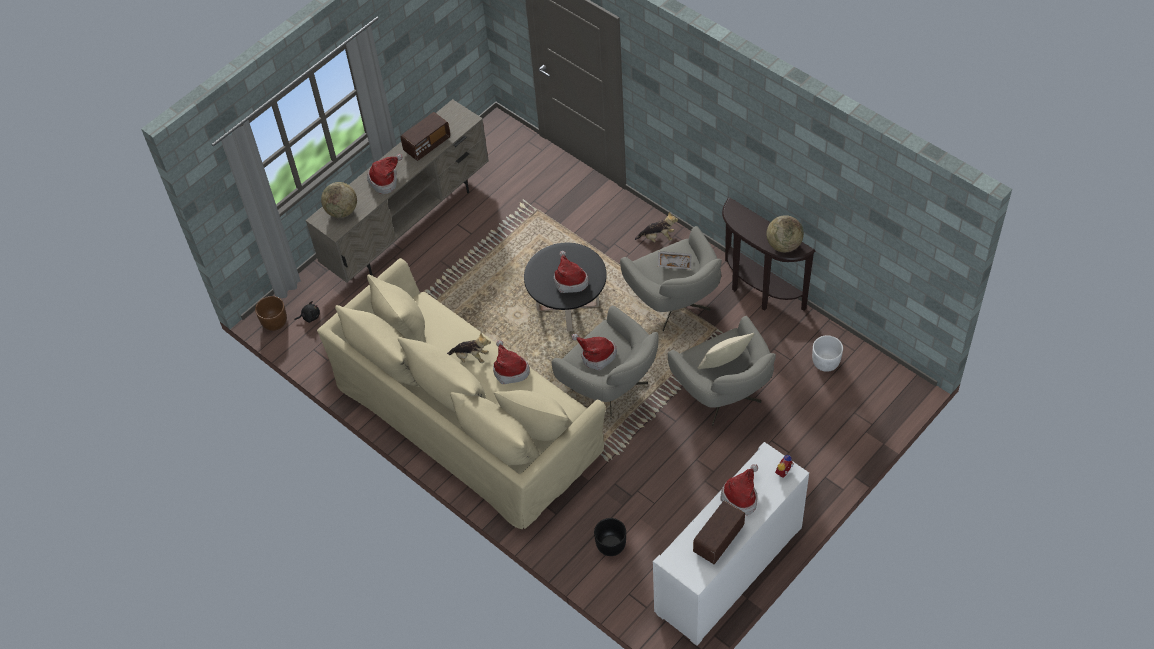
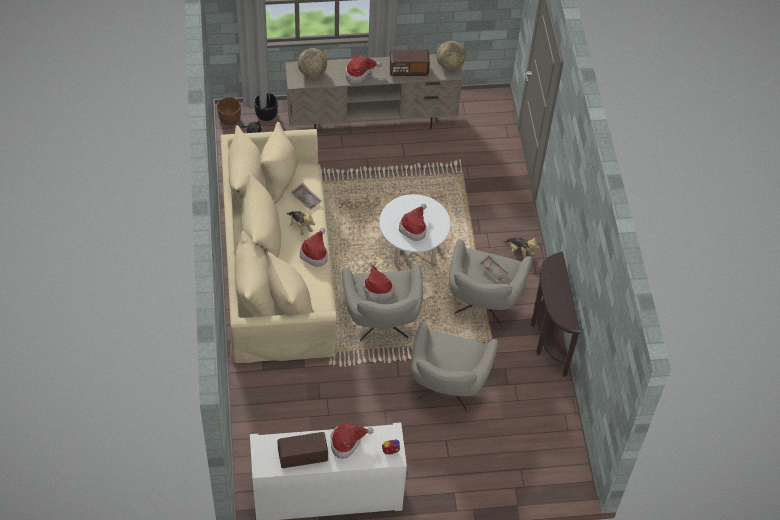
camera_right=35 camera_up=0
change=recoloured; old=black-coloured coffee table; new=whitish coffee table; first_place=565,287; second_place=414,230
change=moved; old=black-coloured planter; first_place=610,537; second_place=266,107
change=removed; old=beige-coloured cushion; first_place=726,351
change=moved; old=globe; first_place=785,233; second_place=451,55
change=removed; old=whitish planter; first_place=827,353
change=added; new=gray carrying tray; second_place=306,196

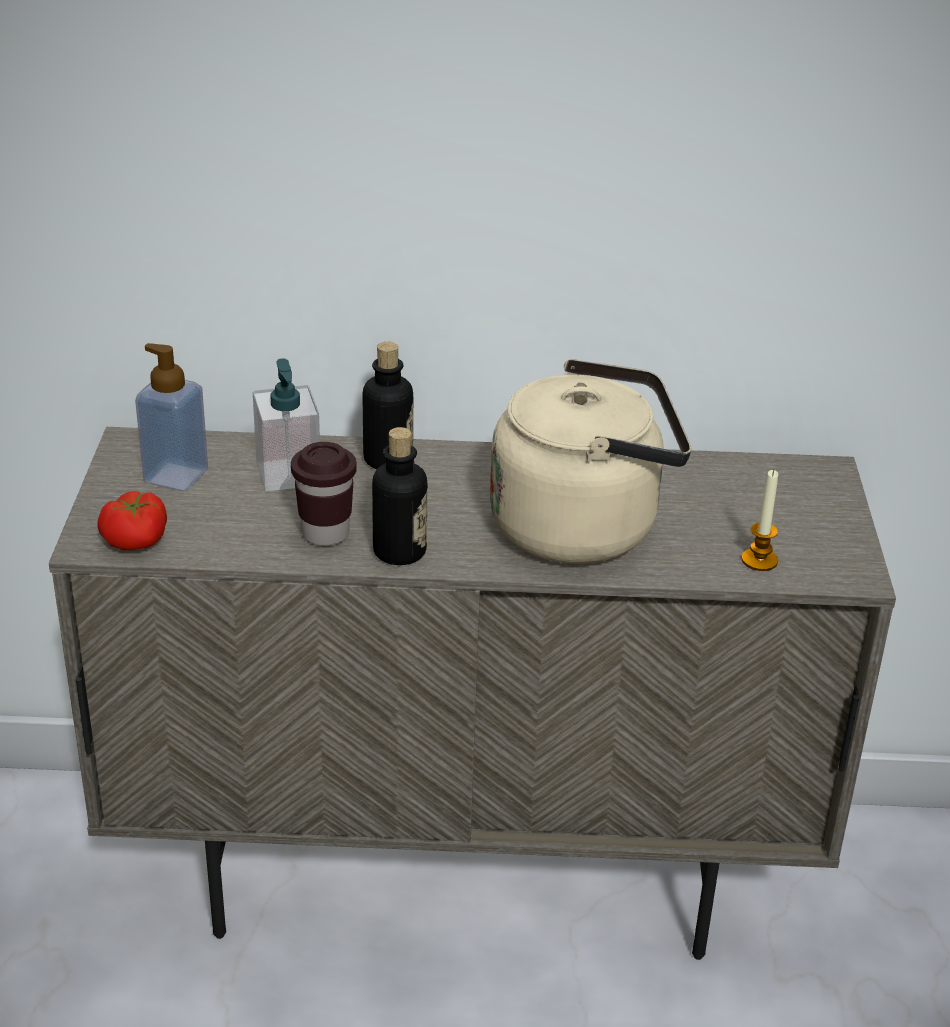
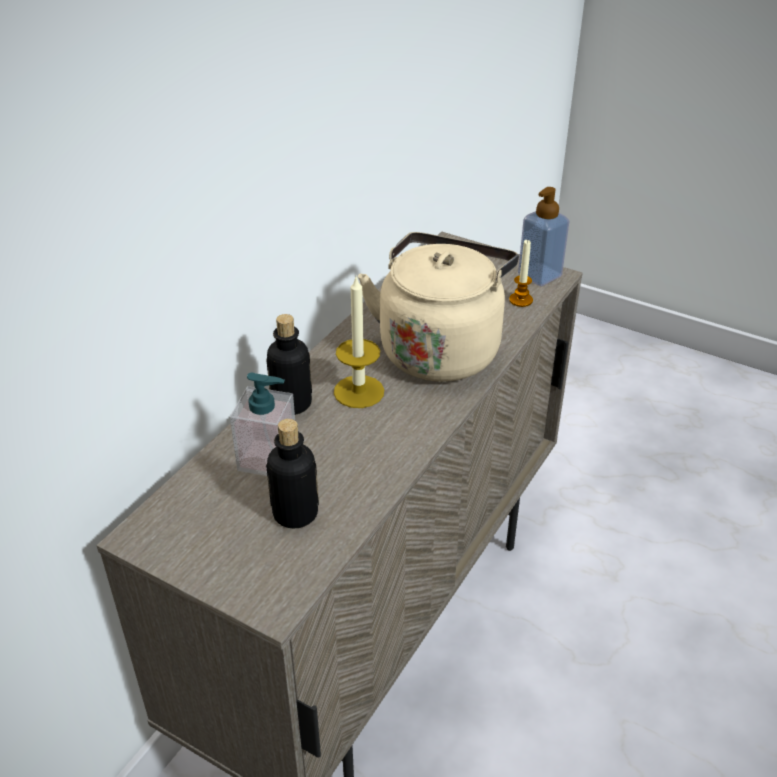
camera_right=-60 camera_up=5
change=removed; old=tomato; first_place=132,520
change=moved; old=liquid soap bottle; first_place=171,417; second_place=543,236
change=removed; old=brownish small cup; first_place=324,494
change=moved; old=bottle; first_place=400,496; second_place=292,474
change=added; new=wax light; second_place=359,342

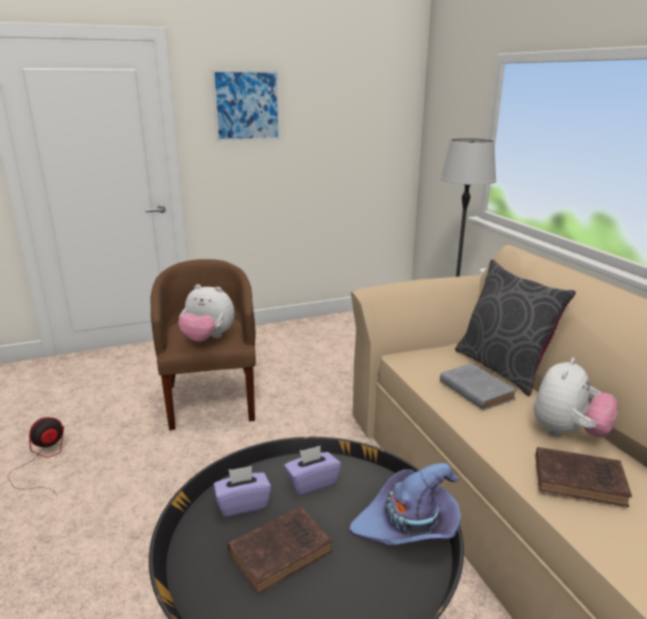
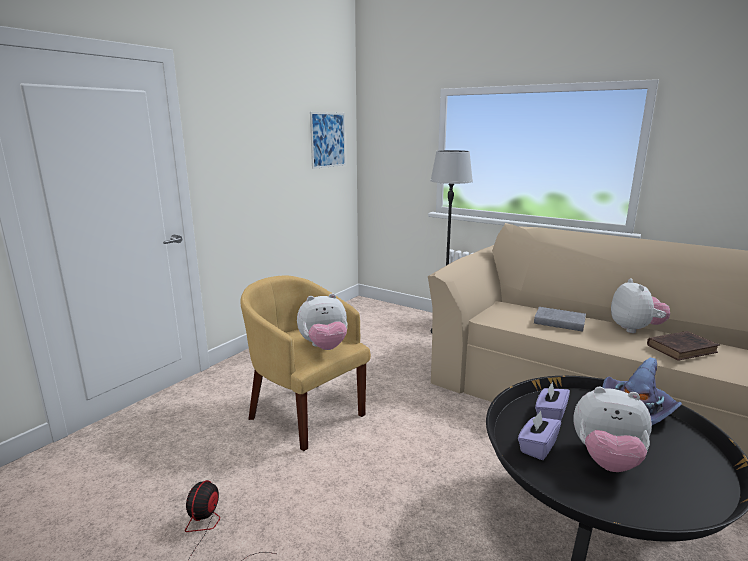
camera_right=-35 camera_up=-5
change=recoloured; old=brownish lounge chair; new=yellow-coloured lounge chair; first_place=203,344; second_place=305,363
change=moved; old=wall art; first_place=246,105; second_place=328,140
change=replaced; old=brownish bound book; new=plush toy; first_place=280,550; second_place=612,429
change=removed; old=gray cushion; first_place=515,328

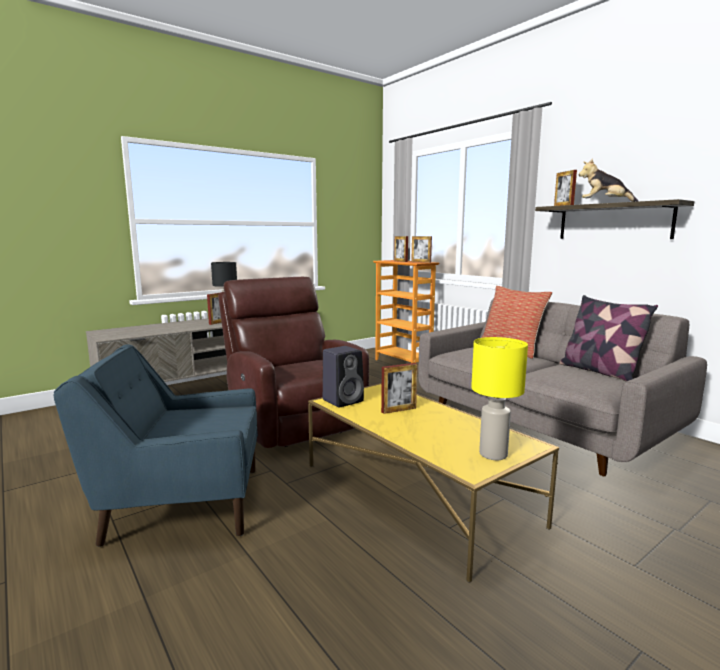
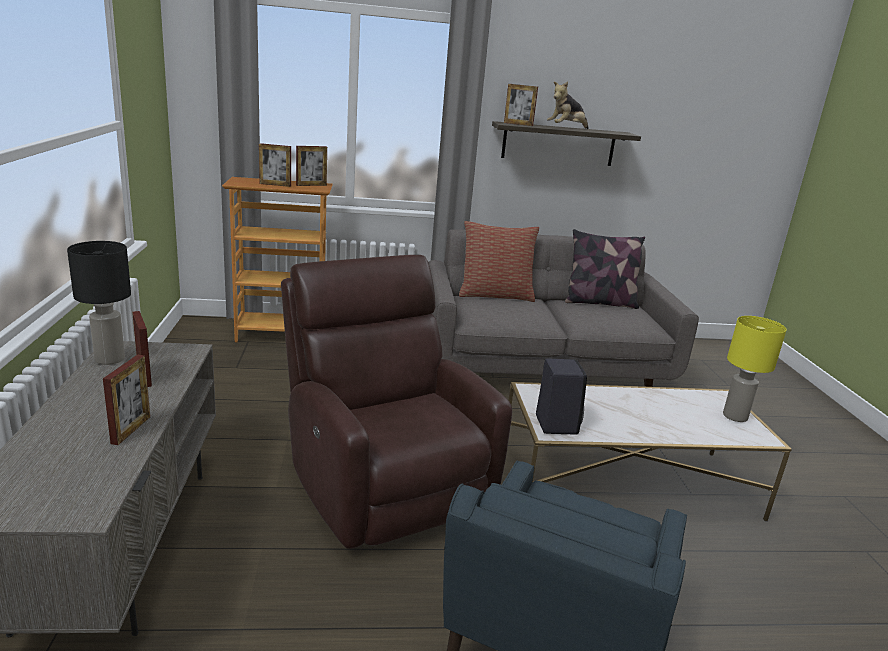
camera_right=-60 camera_up=10
change=turned; old=brownish lounge chair; first_place=293,362; second_place=396,402; degrees=60
change=recoloured; old=yellow-coloured coffee table; new=whitish coffee table; first_place=433,483; second_place=650,451
change=moved; old=photo frame; first_place=399,388; second_place=126,400

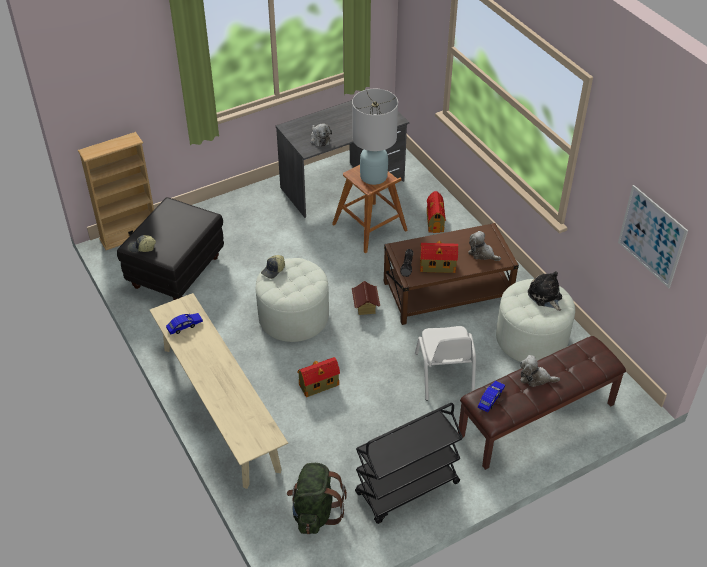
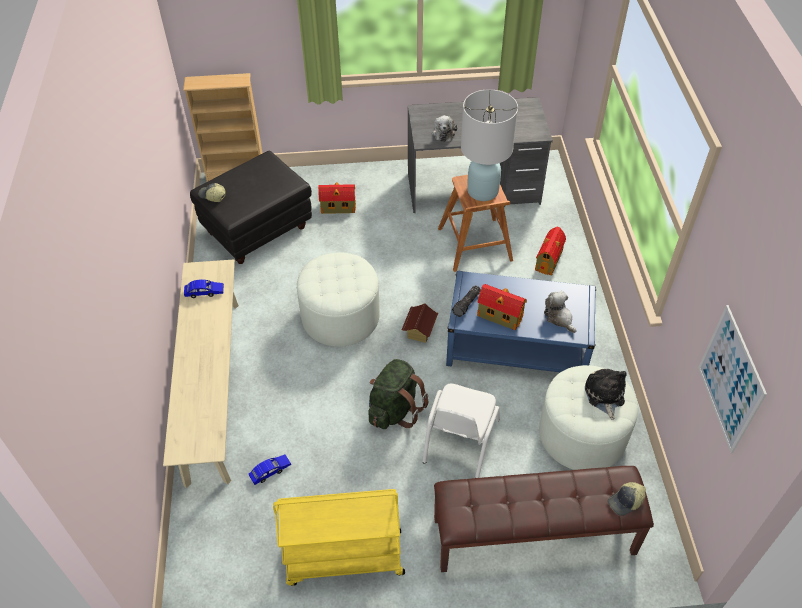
camera_right=25 camera_up=5
change=moved; old=cap; first_place=273,267; second_place=626,499
change=moved; old=greenish backpack; first_place=317,498; second_place=398,394
change=moved; old=toy house; first_place=318,377; second_place=337,198
change=recoloured; old=black-coloured cart; new=yellow-coloured cart; first_place=409,463; second_place=339,537
change=recoloured; old=brownish coffee table; new=blue coffee table; first_place=451,274; second_place=521,321
change=moved; old=blue miniature car; first_place=491,396; second_place=270,469
change=removed; old=plush toy; first_place=540,371

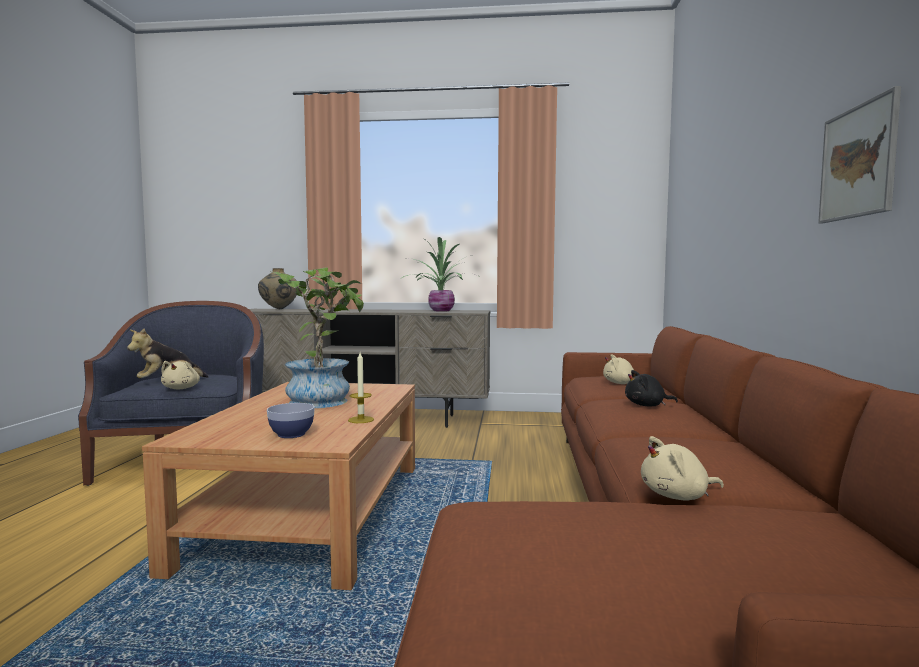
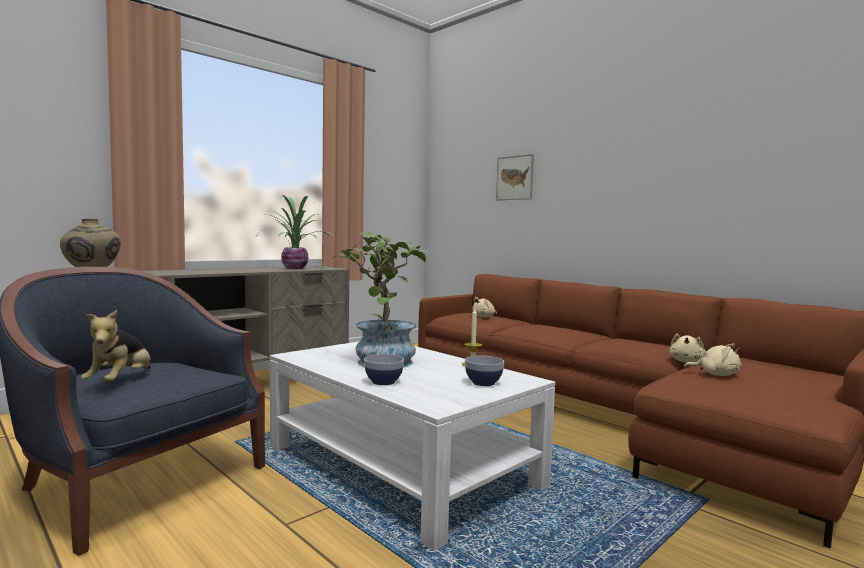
camera_right=-50 camera_up=0
change=recoloured; old=brownish coffee table; new=whitish coffee table; first_place=278,486; second_place=412,446
change=moved; old=beige-coloured plush toy; first_place=180,375; second_place=712,360
change=removed; old=black-coloured plush toy; first_place=651,388
change=moved; old=wall art; first_place=859,154; second_place=515,177
change=added; new=serving bowl; second_place=384,369

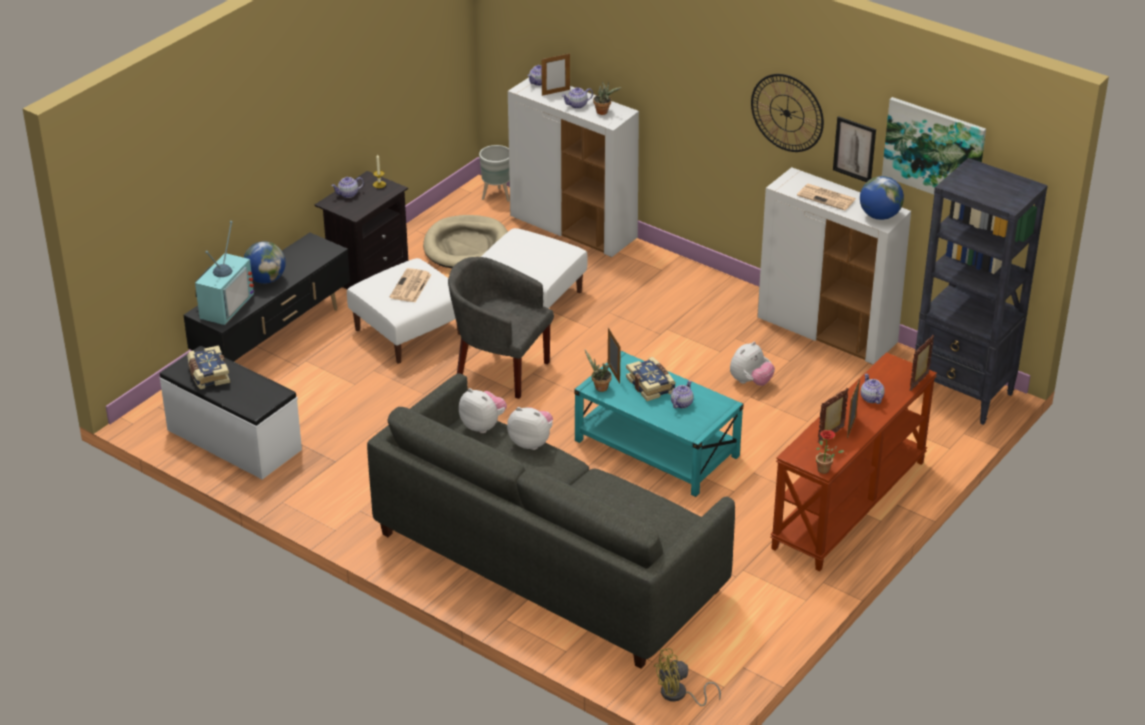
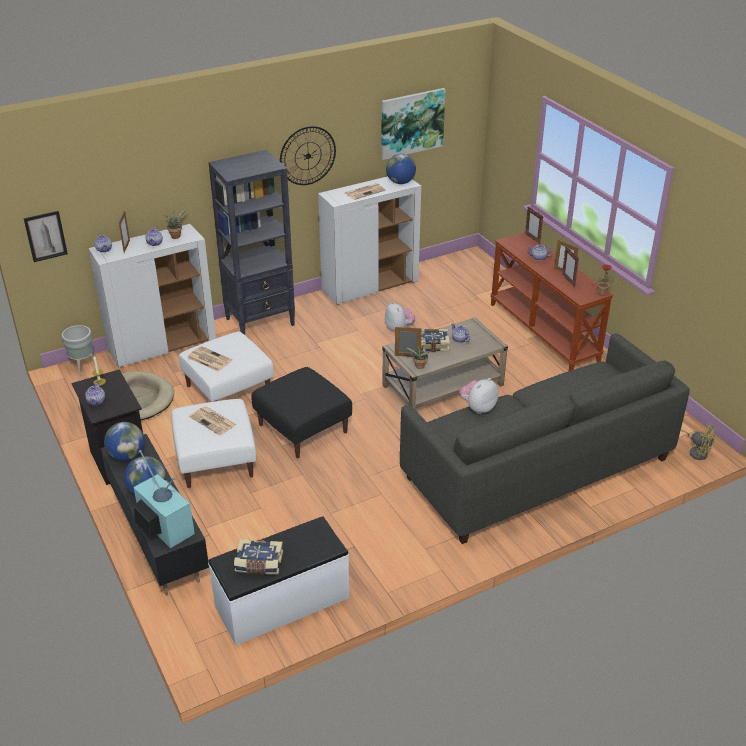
camera_right=-65 camera_up=0
change=replaced; old=gray lounge chair; new=black-coloured pouffe; first_place=501,328; second_place=301,412
change=removed; old=plush toy; first_place=483,410
change=recoloured; old=turquoise coffee table; new=beige-coloured coffee table; first_place=659,424; second_place=445,363
change=turned; old=yellow-coloured electric fan; first_place=687,677; second_place=698,442; degrees=-60
change=moved; old=wall art; first_place=854,149; second_place=46,236
change=moved; old=black-coloured bookshelf; first_place=981,291; second_place=251,242
change=added; new=globe; second_place=124,441
change=added; new=daily paper; second_place=209,358

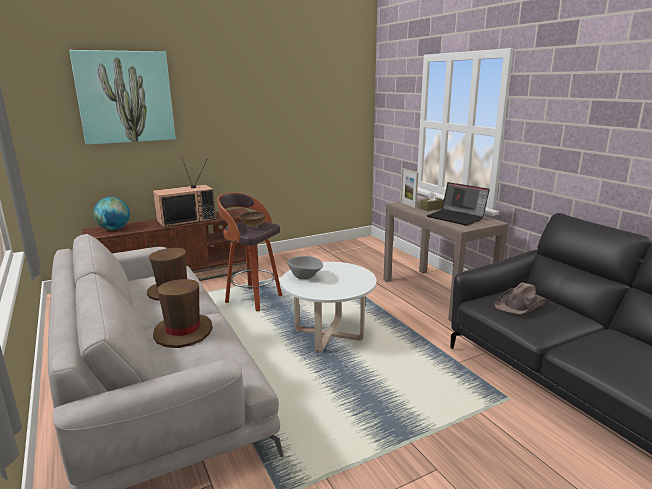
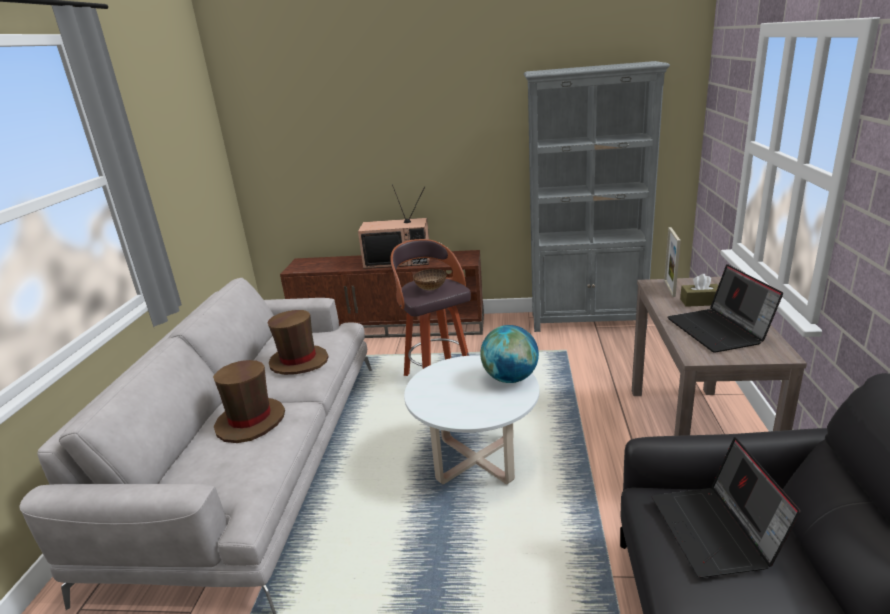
camera_right=35 camera_up=5
change=removed; old=wall art; first_place=122,97
change=moved; old=globe; first_place=111,213; second_place=509,354
change=removed; old=gray serving bowl; first_place=305,267
change=replaced; old=brownish hat; new=portable computer; first_place=521,298; second_place=726,507
change=added; new=gray bookshelf; second_place=597,196

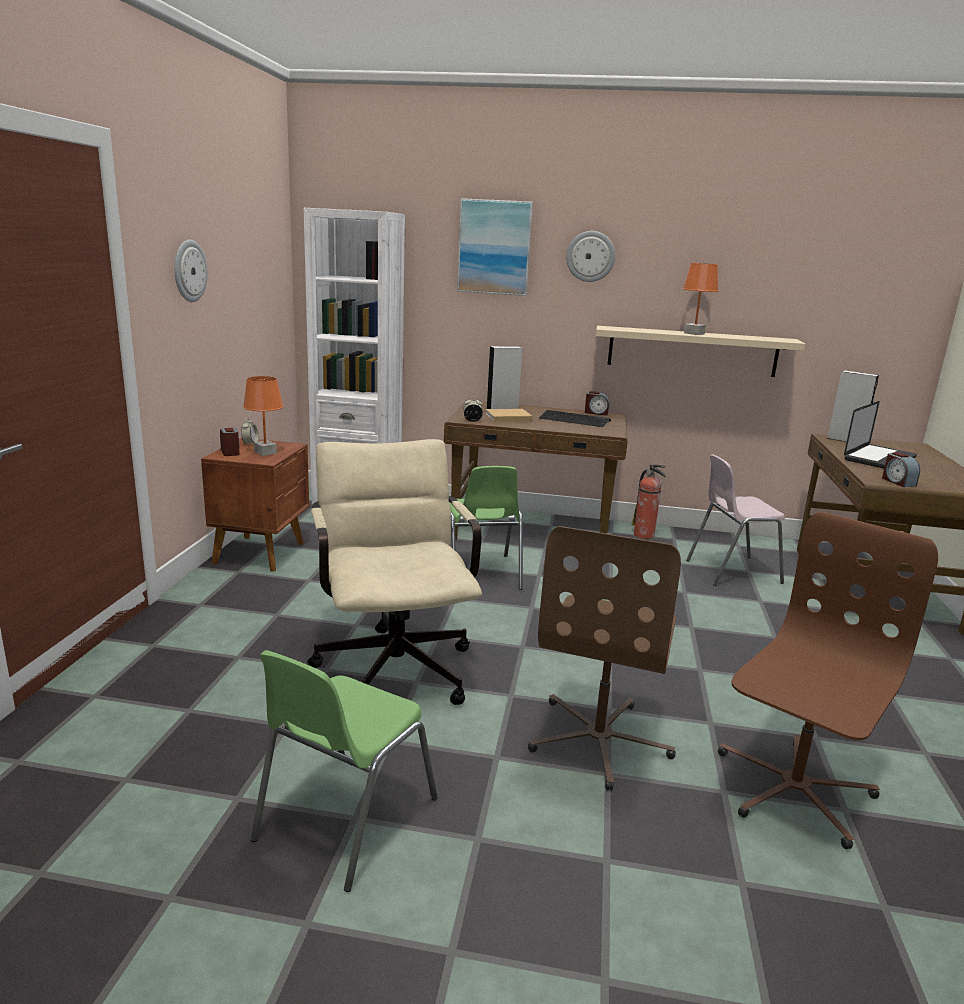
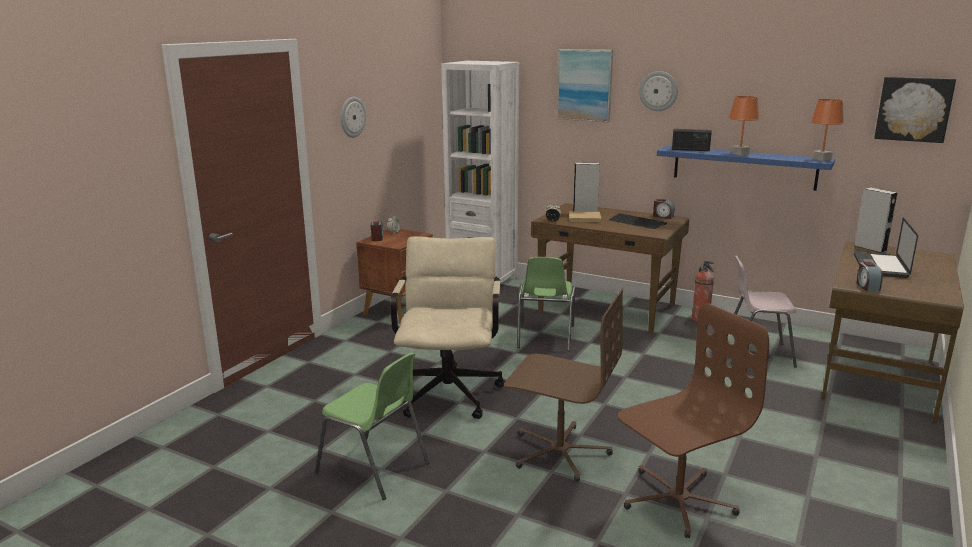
camera_right=20 camera_up=0
change=moved; old=orange table lamp; first_place=263,416; second_place=827,130
change=turned; old=greenish chair; first_place=344,771; second_place=372,426; degrees=-105
change=turned; old=brownish computer chair; first_place=604,658; second_place=563,385; degrees=-105
change=recoloured; old=beige-coloured wall shelf; new=blue wall shelf; first_place=700,351; second_place=746,168
change=turned; old=portable computer; first_place=880,435; second_place=886,248; degrees=135
change=added; new=radio set; second_place=692,140
change=added; new=wall art; second_place=915,110

